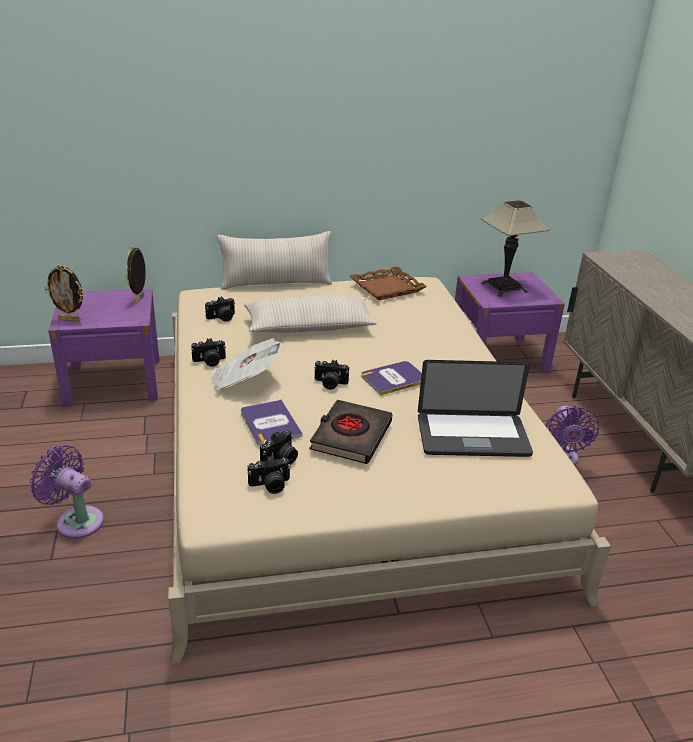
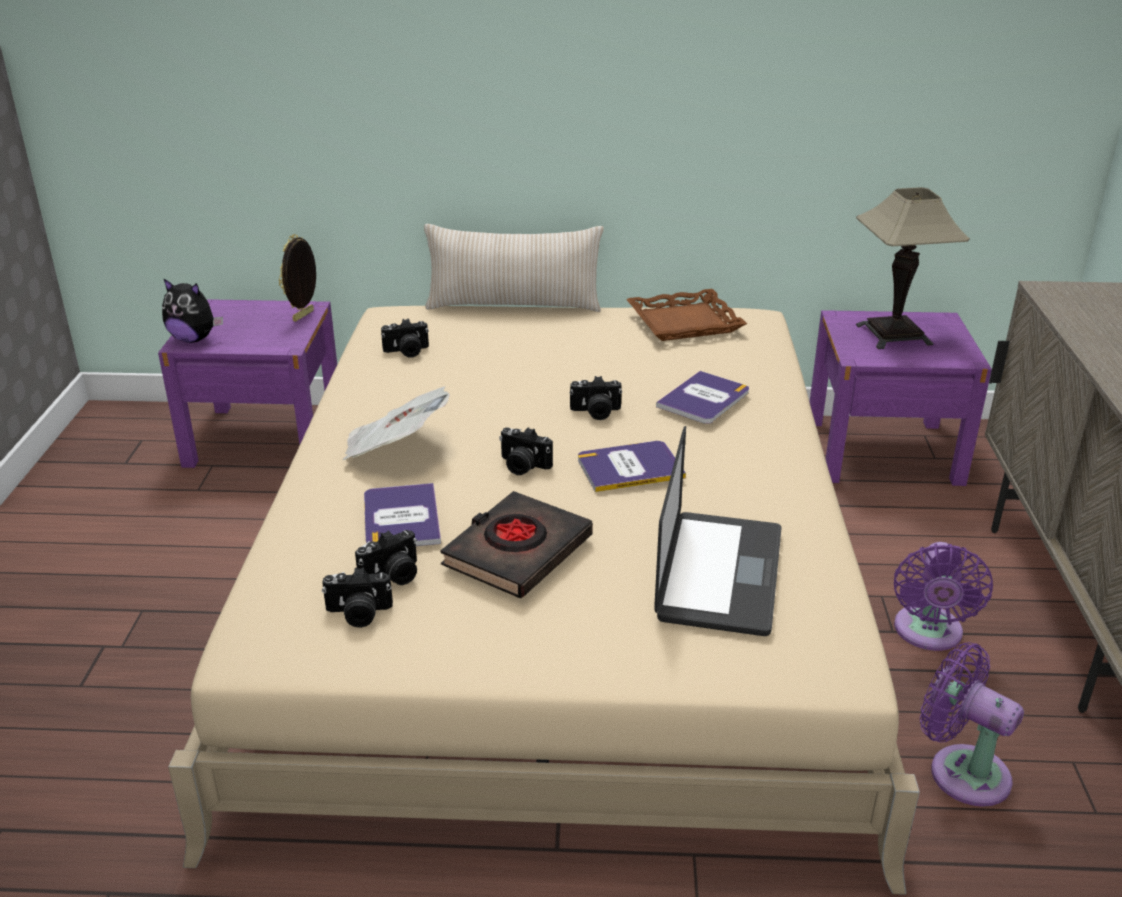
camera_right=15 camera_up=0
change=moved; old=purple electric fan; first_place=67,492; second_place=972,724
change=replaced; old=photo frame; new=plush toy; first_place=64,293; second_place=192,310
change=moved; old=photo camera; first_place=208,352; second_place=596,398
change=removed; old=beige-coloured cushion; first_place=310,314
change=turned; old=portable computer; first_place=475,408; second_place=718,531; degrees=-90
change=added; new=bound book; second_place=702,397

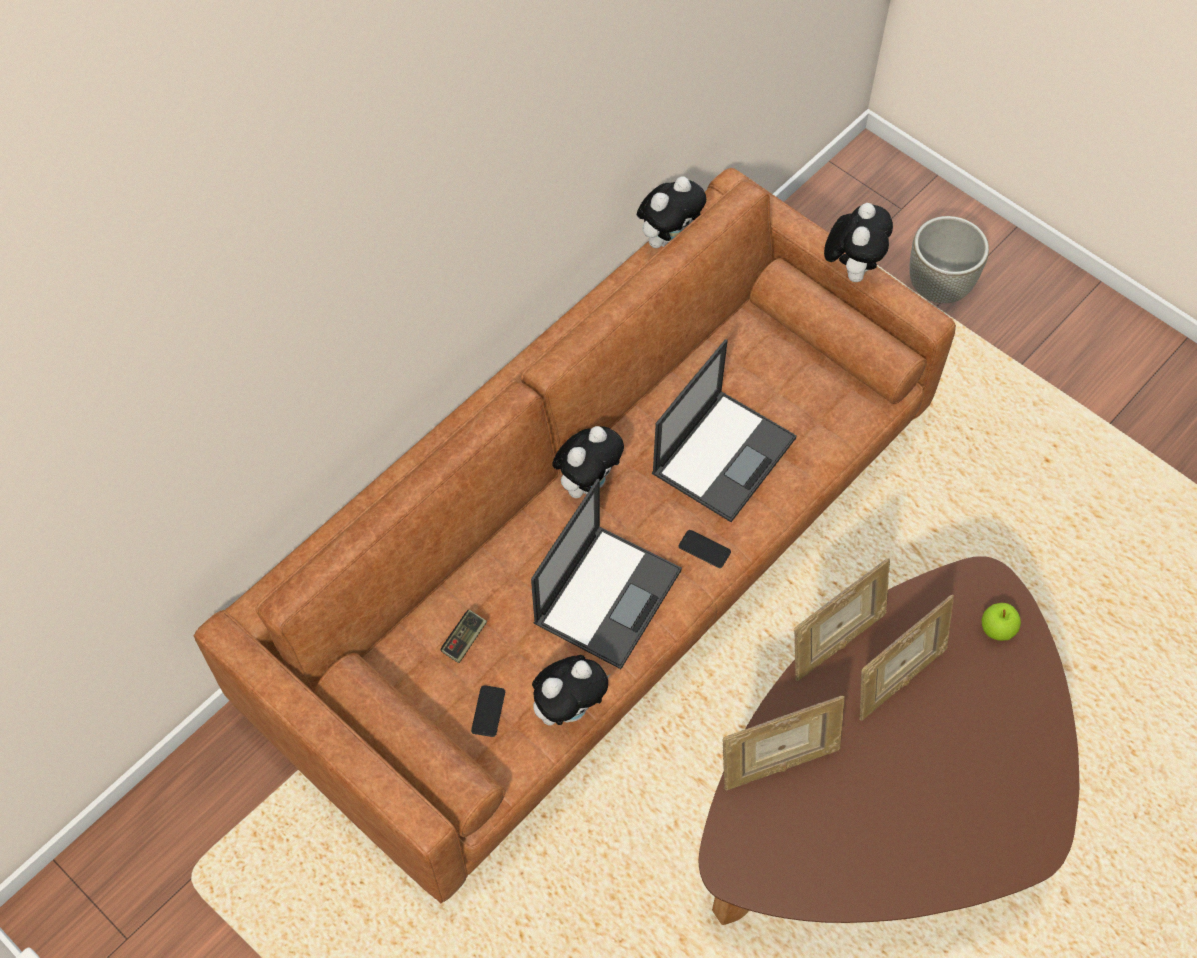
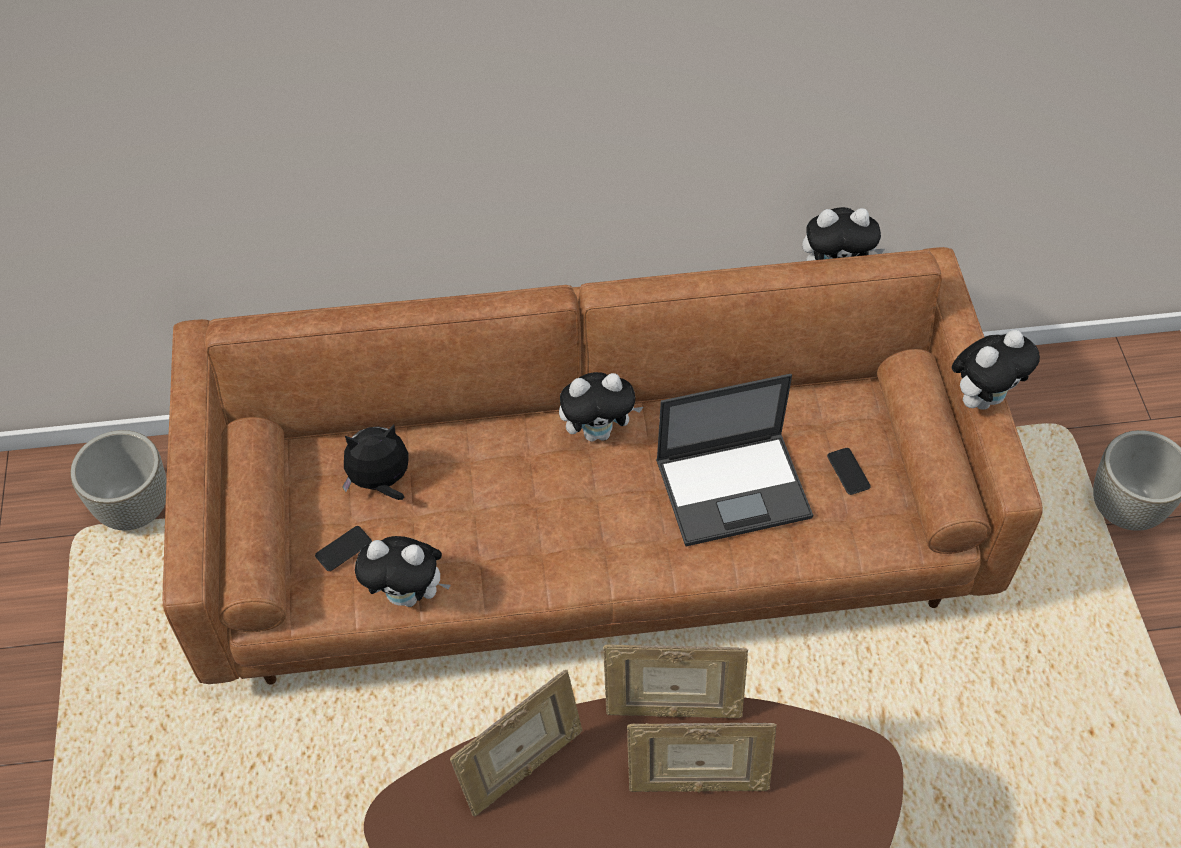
camera_right=40 camera_up=-5
change=replaced; old=gamepad; new=plush toy; first_place=464,636; second_place=375,462
change=removed; old=portable computer; first_place=606,574
change=moved; old=handset; first_place=704,549; second_place=849,471
change=turned; old=photo frame; first_place=783,743; second_place=516,743; degrees=-60
change=removed; old=whole apple; first_place=1001,622
change=added; new=gray planter; second_place=118,480

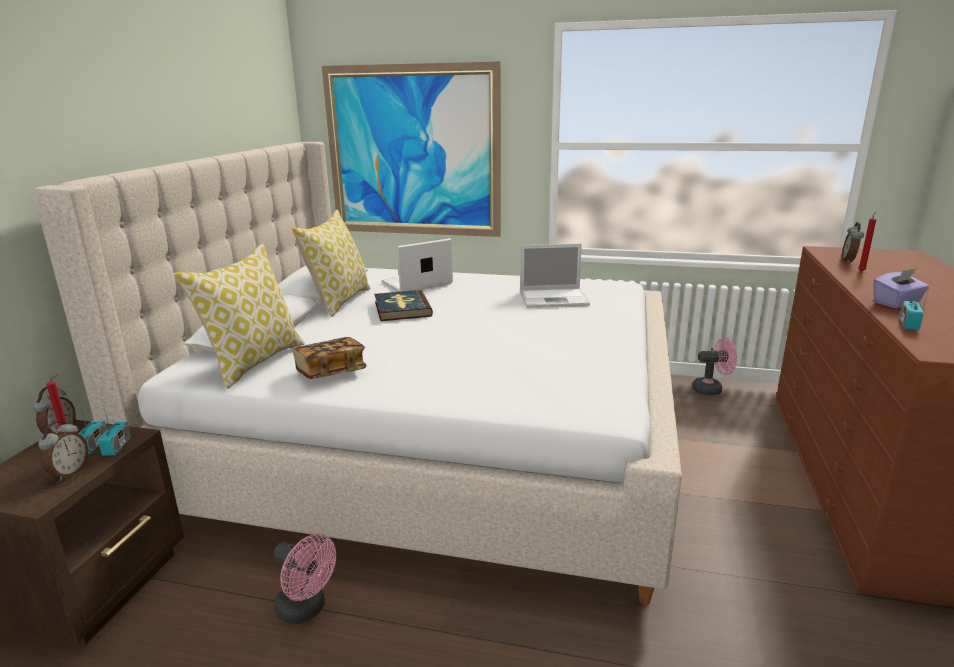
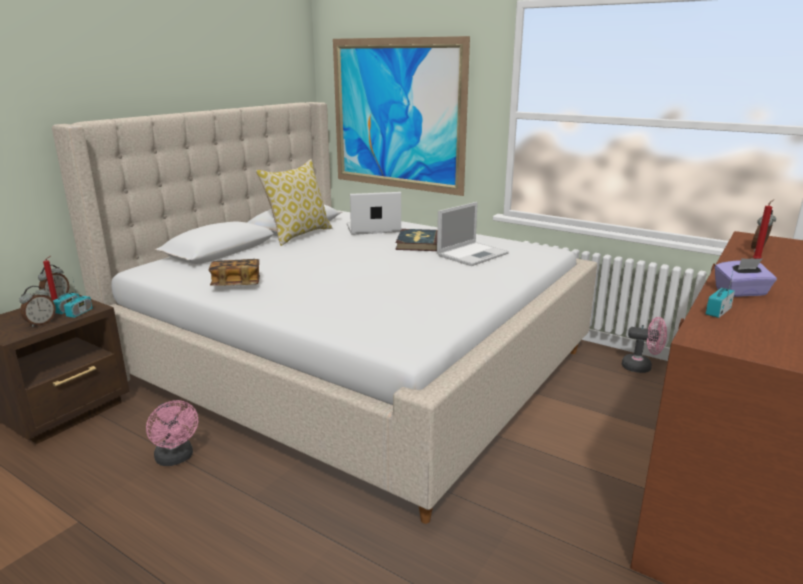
camera_right=20 camera_up=0
change=removed; old=cushion; first_place=239,316
change=moved; old=bound book; first_place=403,305; second_place=416,240
change=turned; old=portable computer; first_place=555,275; second_place=473,234; degrees=-60

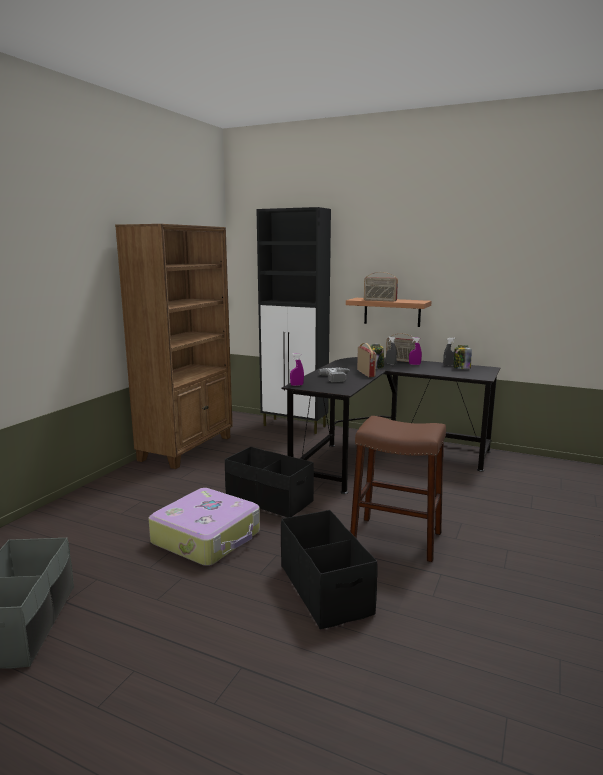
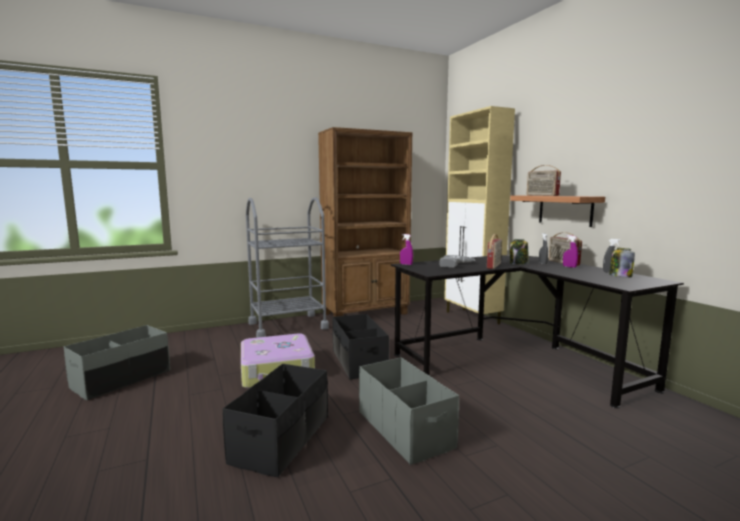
camera_right=40 camera_up=-5
change=recoloured; old=black-coloured cupboard; new=beige-coloured cupboard; first_place=293,320; second_place=479,215
change=replaced; old=brownish stool seat; new=gray storage container; first_place=398,489; second_place=409,411
change=added; new=gray cart; second_place=287,267

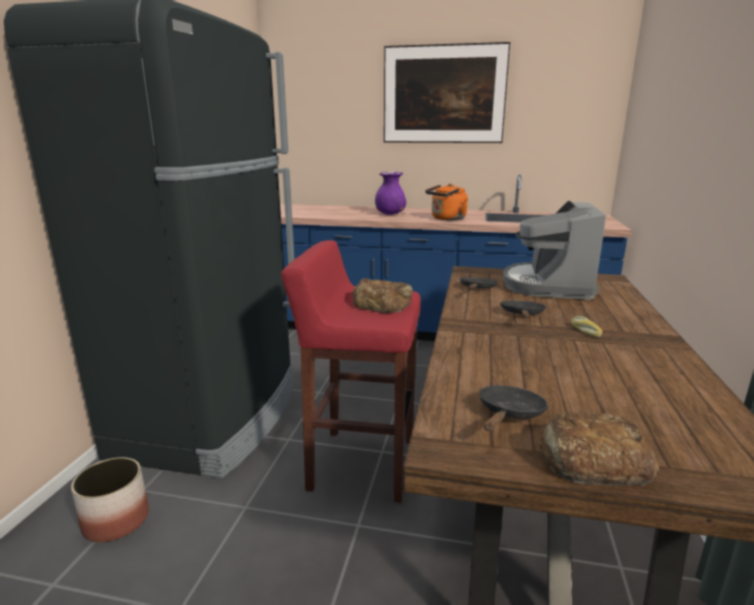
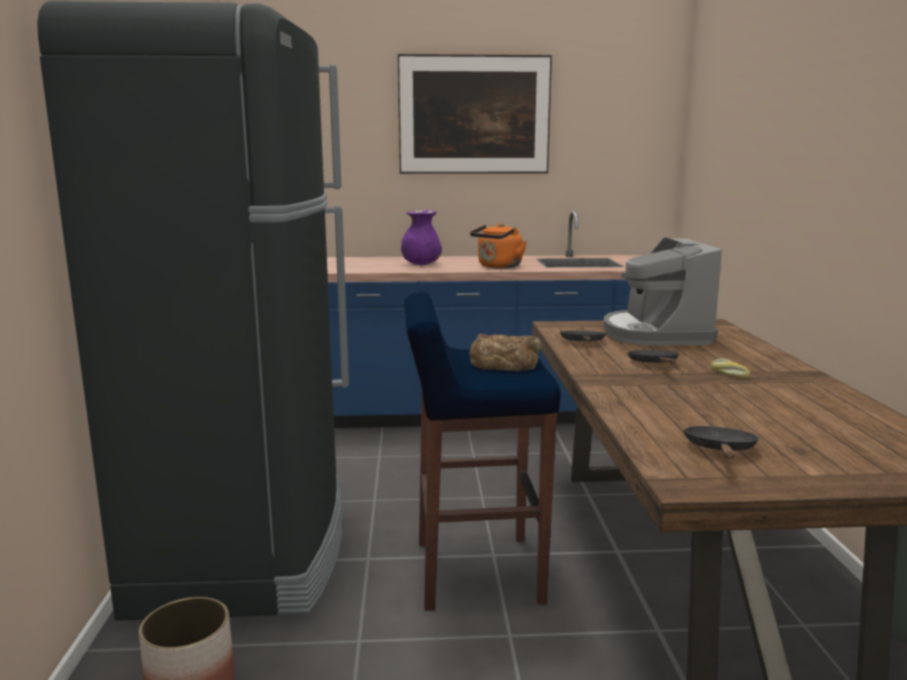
camera_right=-15 camera_up=-5
change=recoloured; old=red stool seat; new=blue stool seat; first_place=351,371; second_place=482,451
change=removed; old=bread; first_place=599,449

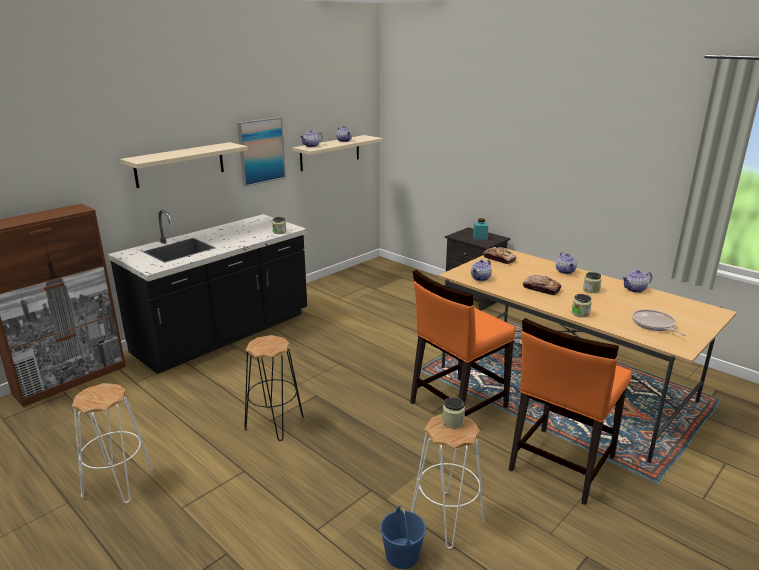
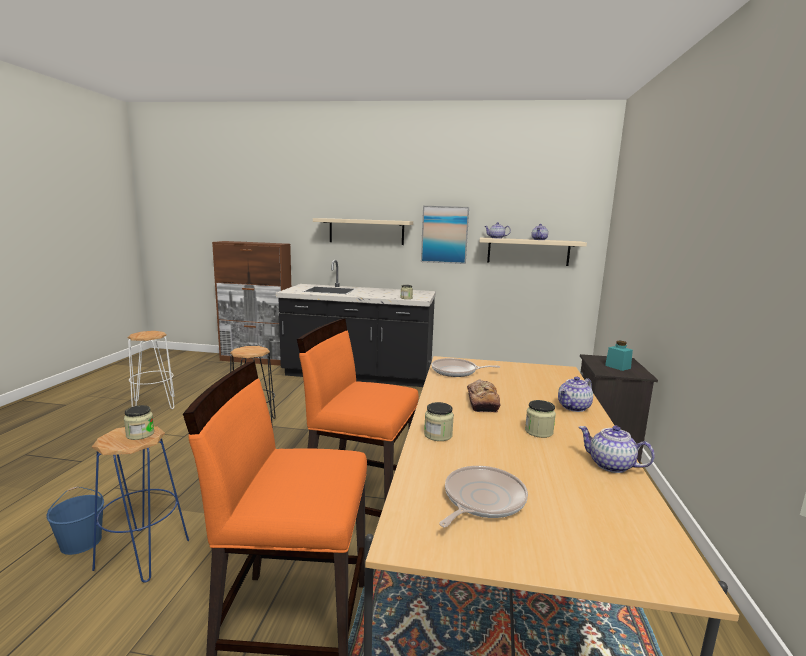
camera_right=55 camera_up=-10
change=recoloured; old=whitish stool seat; new=blue stool seat; first_place=447,481; second_place=140,504
change=replaced; old=teapot; new=pan; first_place=481,270; second_place=466,367
change=removed; old=bread; first_place=500,255

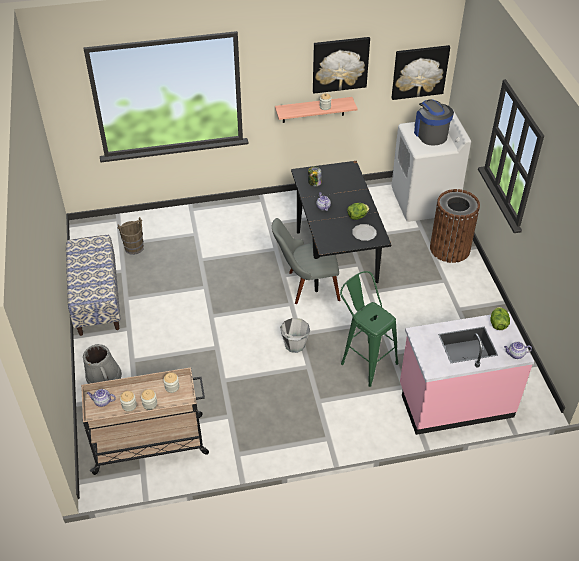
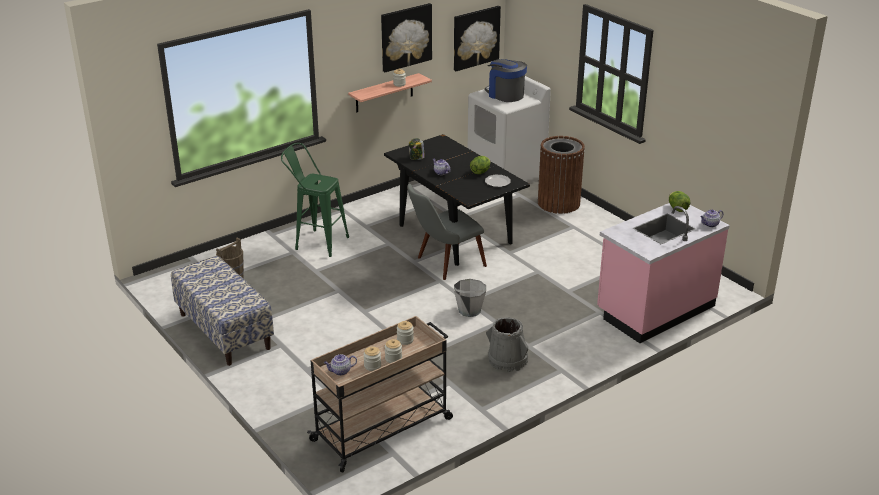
camera_right=-25 camera_up=-15
change=moved; old=gray bucket; first_place=102,364; second_place=507,344
change=moved; old=greenish stool seat; first_place=369,329; second_place=315,200

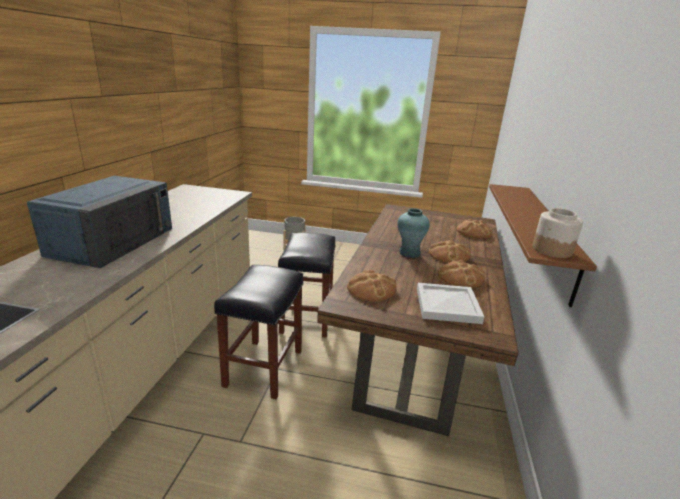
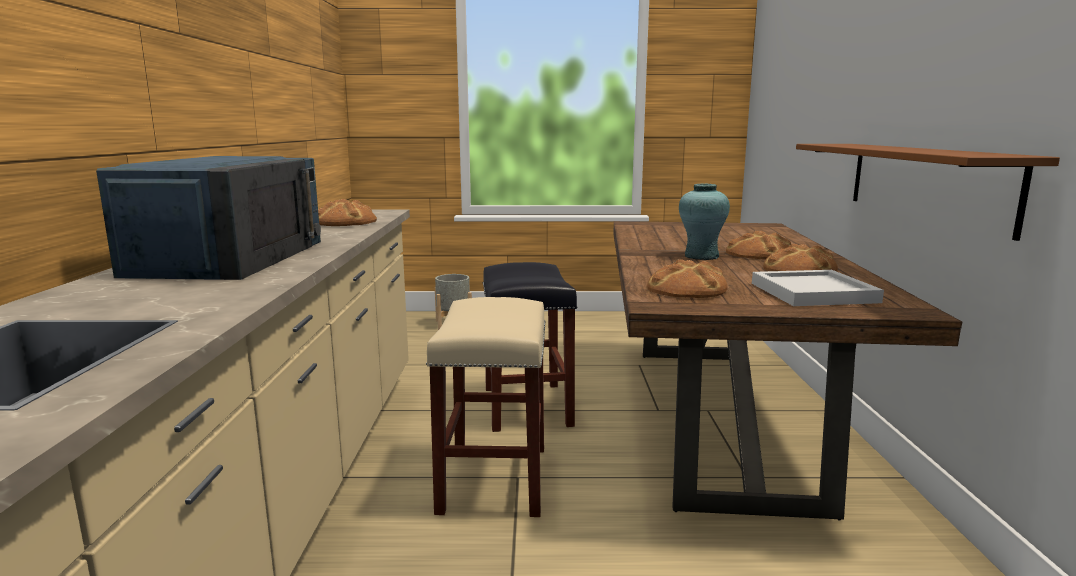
camera_right=-10 camera_up=-10
change=recoloured; old=black-coloured stool seat; new=beige-coloured stool seat; first_place=259,332; second_place=486,407
change=moved; old=bread; first_place=475,228; second_place=347,212
change=removed; old=jar; first_place=557,233

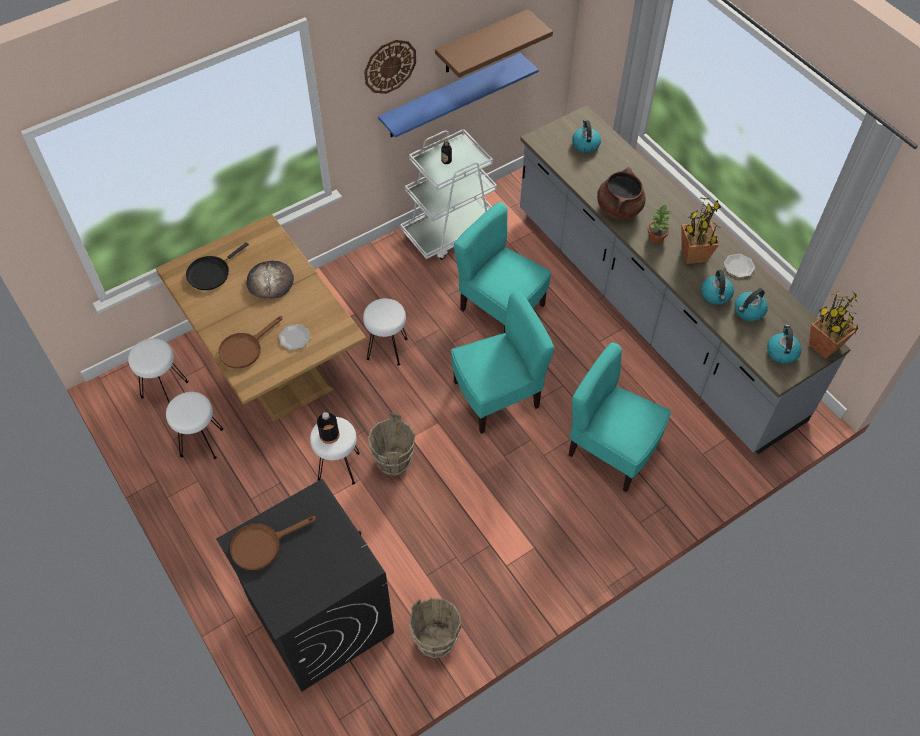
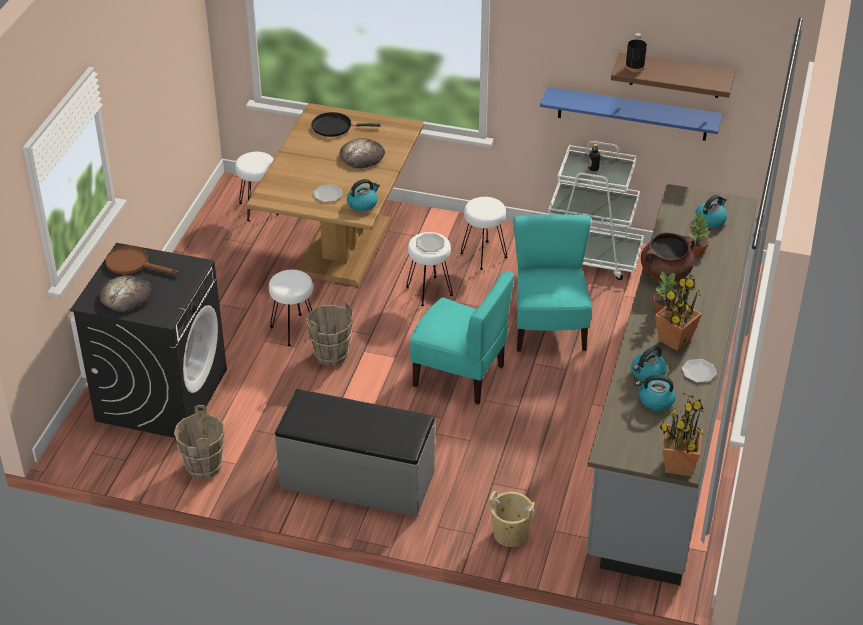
camera_right=50 camera_up=-15
change=moved; old=whitish stool seat; first_place=194,425; second_place=484,233
change=removed; old=brownish pan; first_place=250,342
change=moved; old=black-coloured bottle; first_place=328,428; second_place=636,52
change=removed; old=clock on the wall; first_place=390,67
change=removed; old=turquoise chair; first_place=619,417
change=moved; old=water kettle; first_place=784,344; second_place=363,195
change=added; new=bread; second_place=125,293
change=added; new=gray indoor bench; second_place=355,453
change=added; new=dinner plate; second_place=430,242
change=added; new=beige-coloured bucket; second_place=512,518
change=added; new=plant in a pot; second_place=699,234

